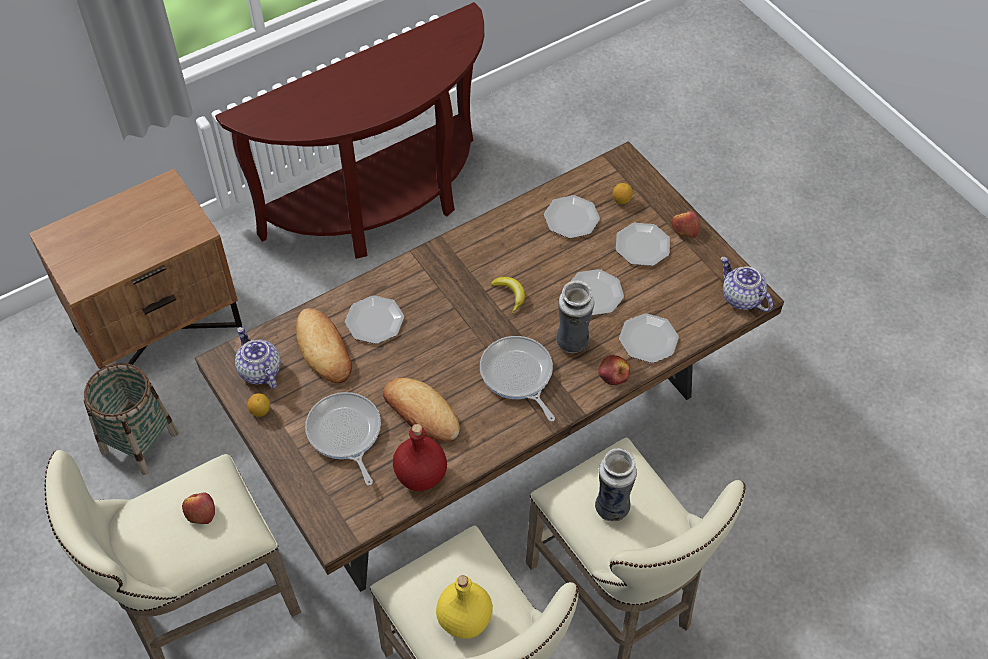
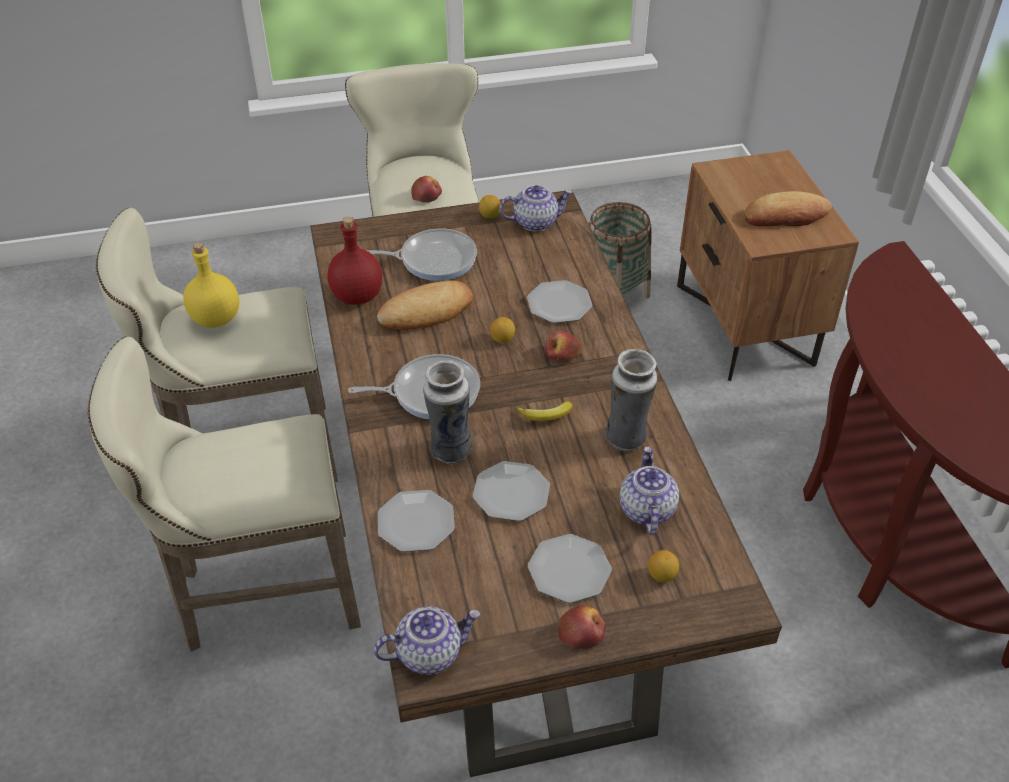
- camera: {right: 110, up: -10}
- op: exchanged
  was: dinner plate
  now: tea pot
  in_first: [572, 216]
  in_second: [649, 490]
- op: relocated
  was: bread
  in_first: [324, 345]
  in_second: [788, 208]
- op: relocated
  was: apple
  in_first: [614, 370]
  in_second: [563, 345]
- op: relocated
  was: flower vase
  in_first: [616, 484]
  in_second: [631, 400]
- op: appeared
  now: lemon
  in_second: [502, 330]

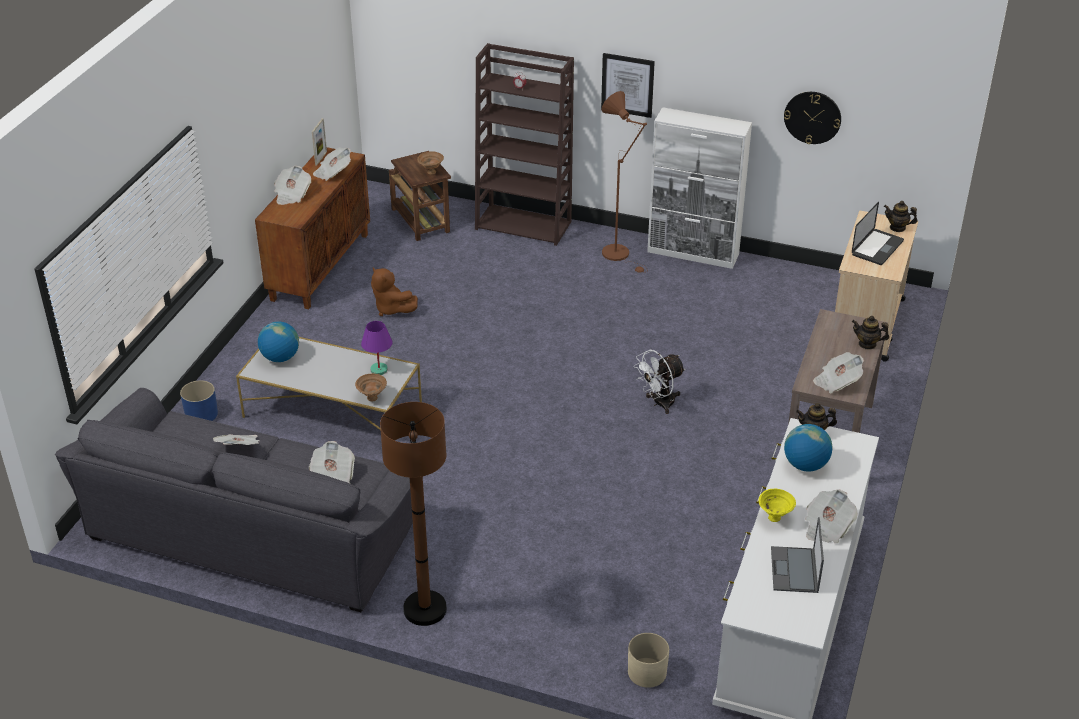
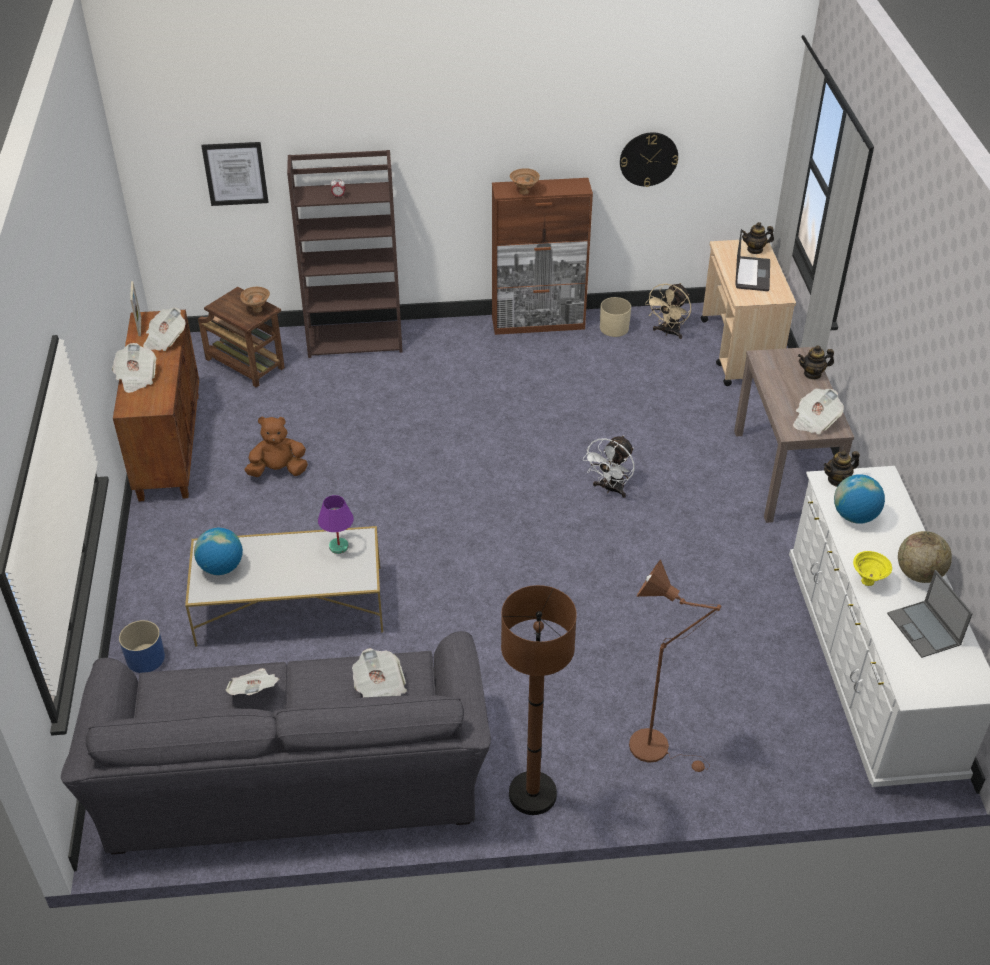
- camera: {right: -25, up: 5}
- op: relocated
  was: wall art
  in_first: [628, 85]
  in_second: [234, 174]
- op: relocated
  was: standing lamp in brown
  in_first: [624, 182]
  in_second: [675, 666]
- op: colour
  was: storage cabinet in whitish
  now: storage cabinet in brown
  in_first: [699, 188]
  in_second: [542, 256]
- op: spun
  was: plush toy in brown
  in_first: [394, 292]
  in_second: [276, 447]
  clockwise: 150
- op: relocated
  was: serving bowl in brown
  in_first: [371, 387]
  in_second: [525, 181]
- op: exchanged
  was: newspaper
  now: globe
  in_first: [831, 516]
  in_second: [925, 557]
- op: relocated
  was: planter in sand-coloured
  in_first: [648, 660]
  in_second: [615, 317]
- op: appeared
  now: electric fan in sand-coloured
  in_second: [668, 311]

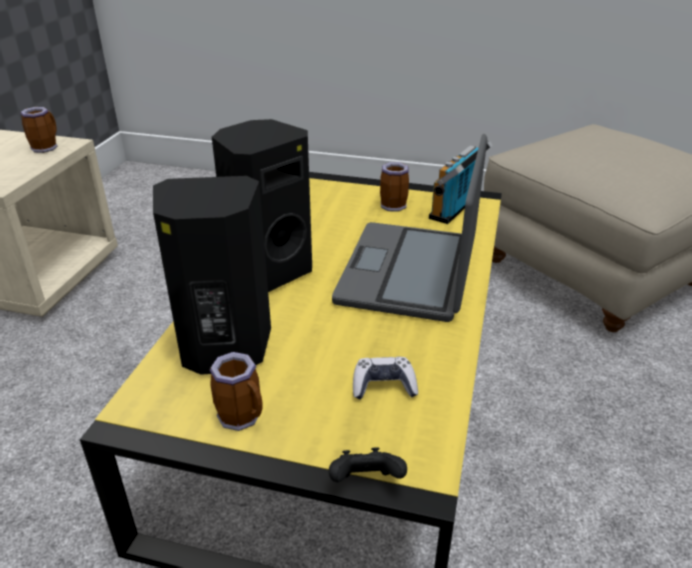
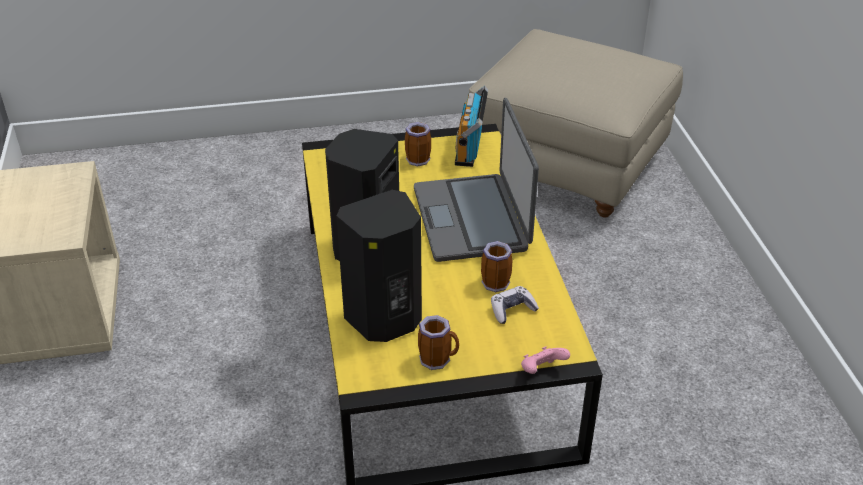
- camera: {right: -25, up: 5}
- op: relocated
  was: coffee mug
  in_first: [39, 130]
  in_second: [496, 266]
- op: colour
  was: gamepad in black
  now: gamepad in pink-coloured
  in_first: [368, 464]
  in_second: [545, 360]

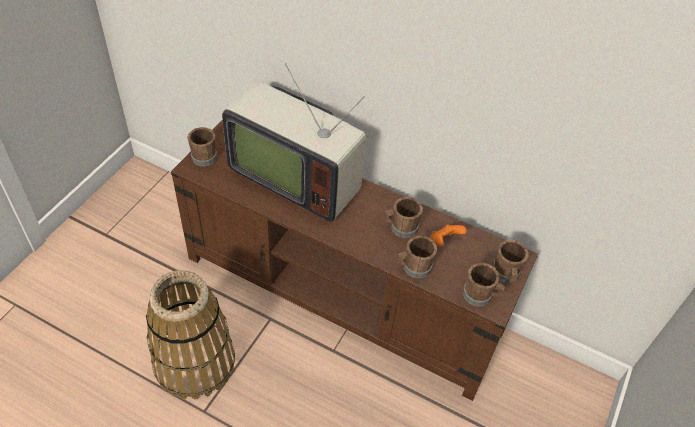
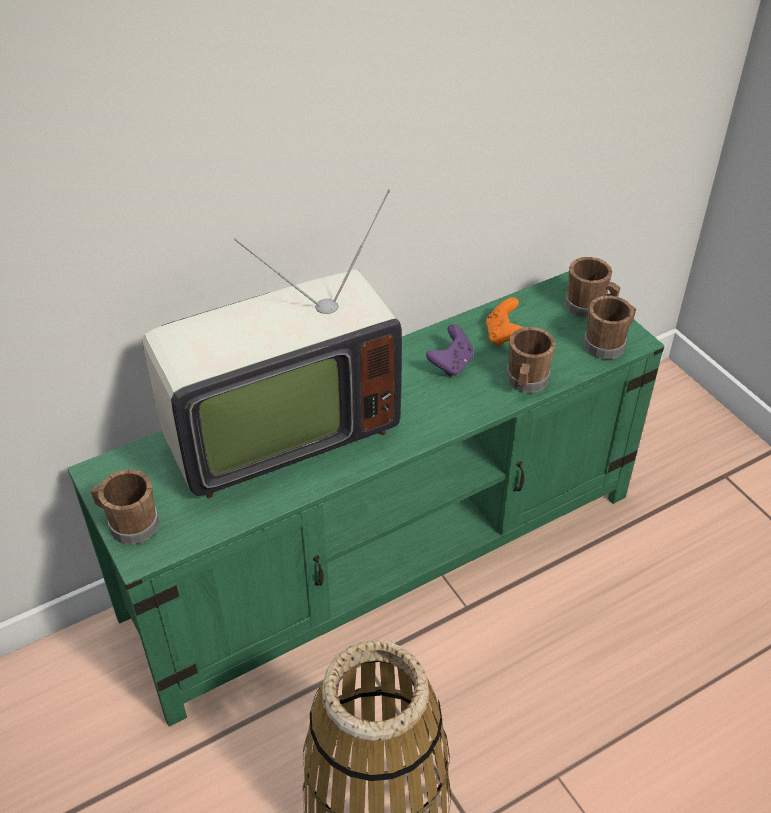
- camera: {right: -55, up: -5}
- op: colour
  was: tv unit in brown
  now: tv unit in greenish
  in_first: [354, 260]
  in_second: [365, 498]
- op: exchanged
  was: coffee mug in brown
  now: gamepad in purple
  in_first: [404, 217]
  in_second: [449, 350]

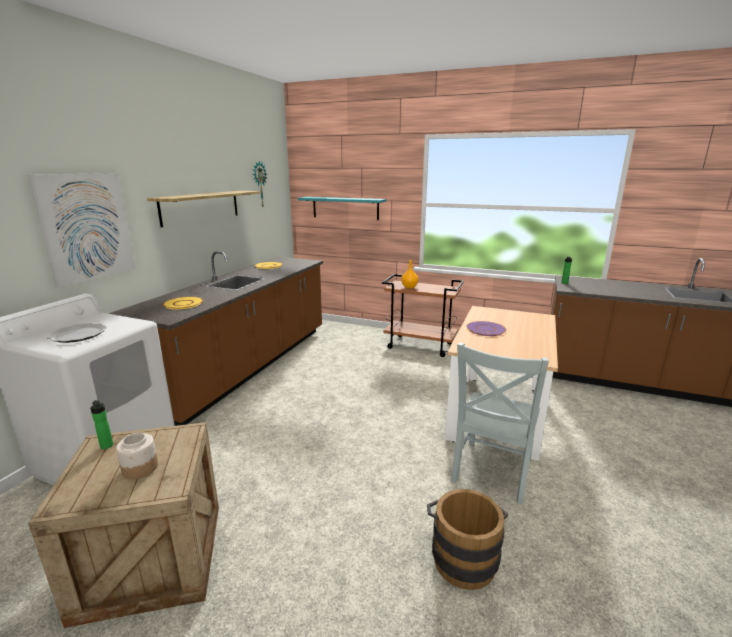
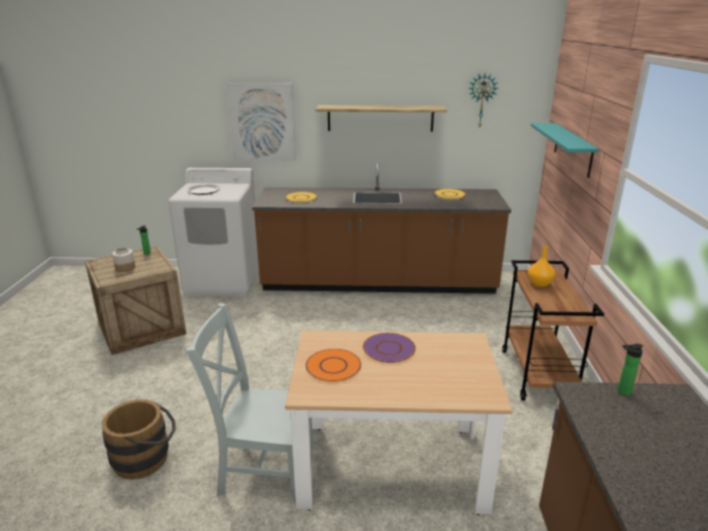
- camera: {right: 70, up: 5}
- op: appeared
  now: dinner plate in orange-coloured
  in_second: [333, 365]

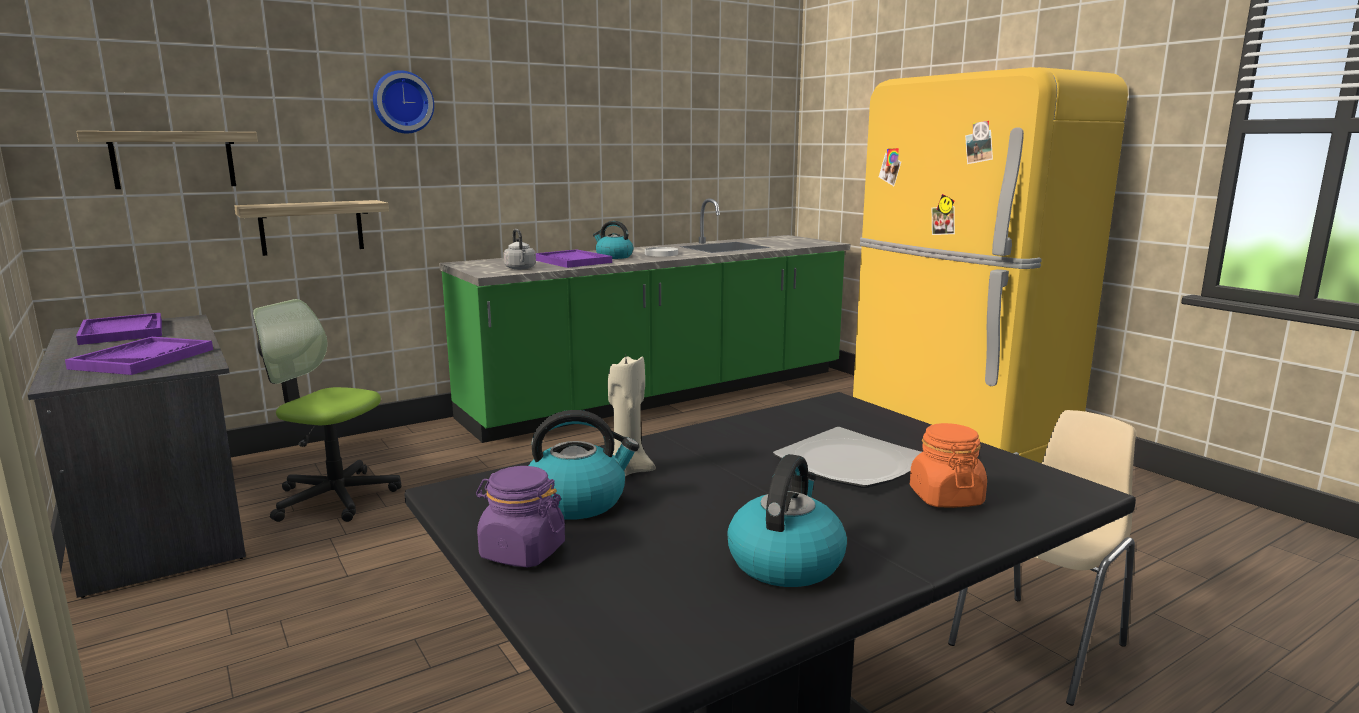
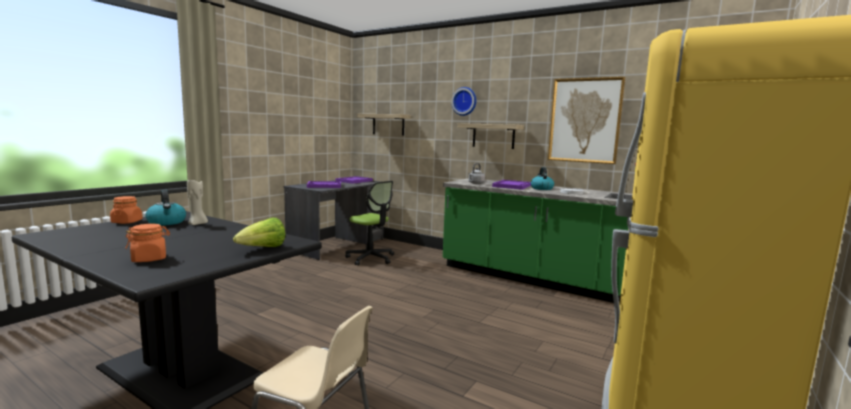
- camera: {right: 65, up: -5}
- op: relocated
  was: wall shelf
  in_first: [311, 228]
  in_second: [490, 136]
- op: spun
  was: office chair
  in_first: [327, 410]
  in_second: [369, 223]
  clockwise: 135
- op: missing
  was: dinner plate
  in_first: [847, 457]
- op: missing
  was: tea kettle
  in_first: [787, 520]
- op: colour
  was: jar in purple
  now: jar in orange-coloured
  in_first: [520, 516]
  in_second: [126, 210]
- op: appeared
  now: wall art
  in_second: [586, 120]
- op: appeared
  now: lettuce
  in_second: [259, 232]

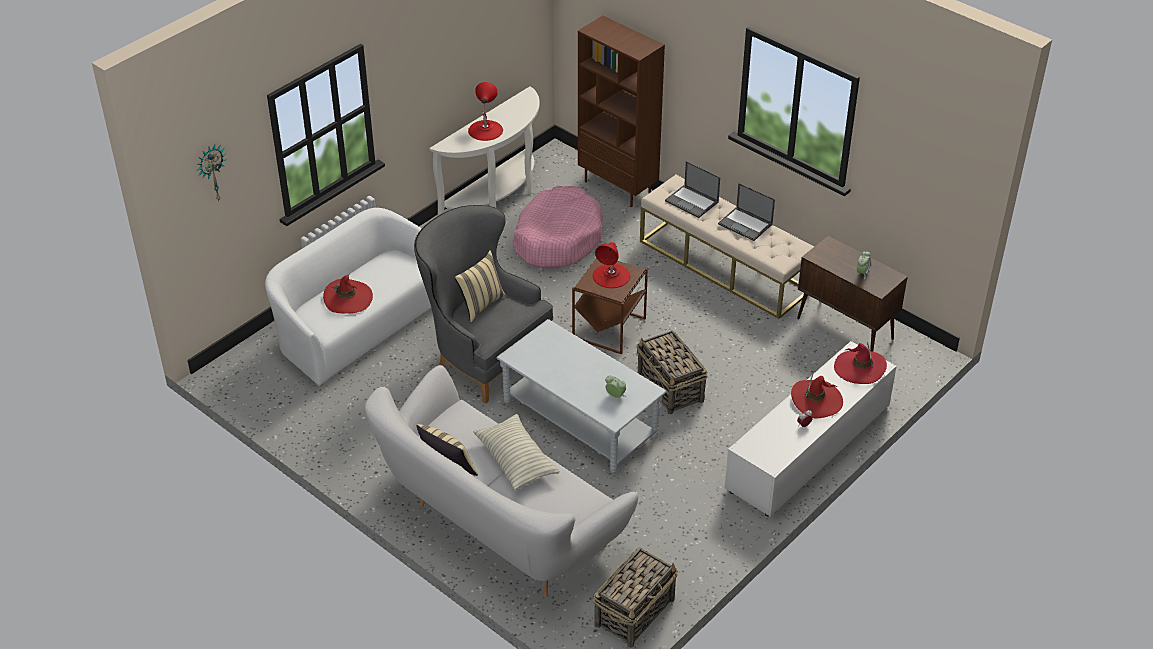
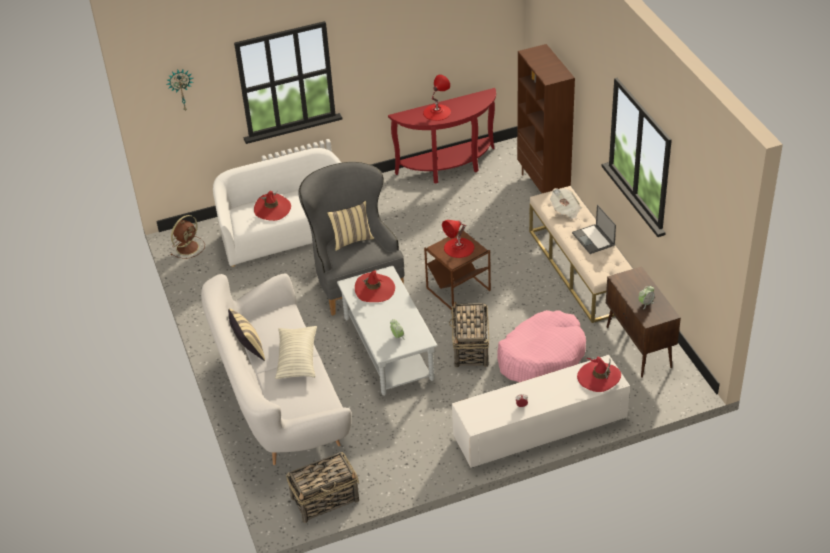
- camera: {right: 30, up: 0}
- op: colour
  was: console table in whitish
  now: console table in reddish
  in_first: [484, 151]
  in_second: [442, 135]
- op: exchanged
  was: portable computer
  now: newspaper
  in_first: [692, 189]
  in_second: [566, 204]
- op: relocated
  was: dog cushion in pink-coloured
  in_first: [557, 226]
  in_second: [541, 346]
- op: relocated
  was: hat in reddish
  in_first: [817, 396]
  in_second: [375, 285]
- op: appeared
  now: electric fan in brown
  in_second: [188, 237]

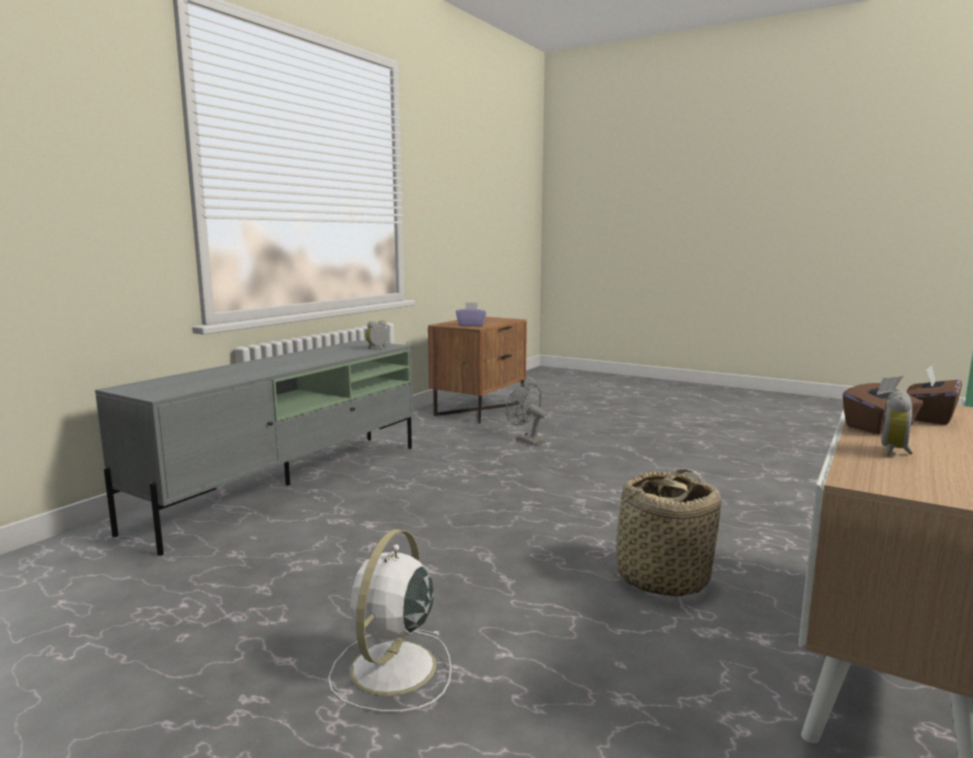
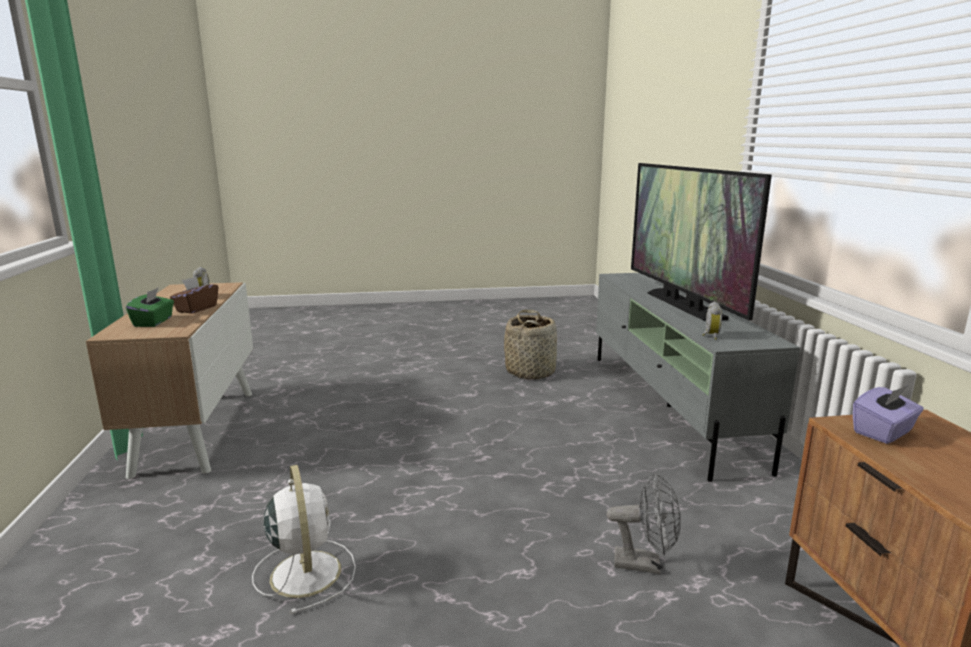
- camera: {right: 140, up: 5}
- op: colour
  was: tissue box in brown
  now: tissue box in greenish
  in_first: [934, 395]
  in_second: [150, 307]
- op: relocated
  was: household basket
  in_first: [660, 533]
  in_second: [530, 345]
- op: relocated
  was: electric fan in whitish
  in_first: [390, 620]
  in_second: [304, 540]
- op: appeared
  now: TV
  in_second: [701, 242]

